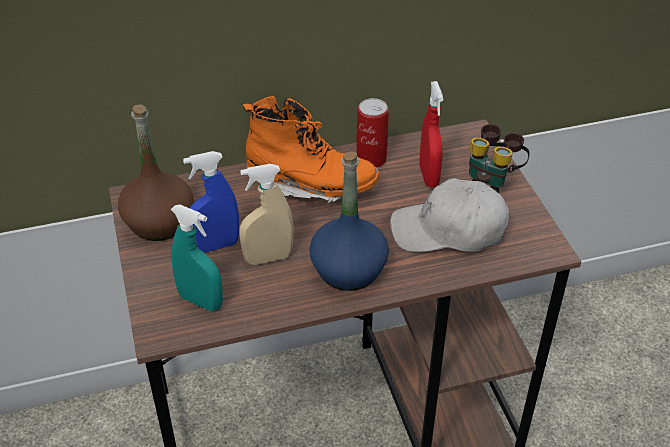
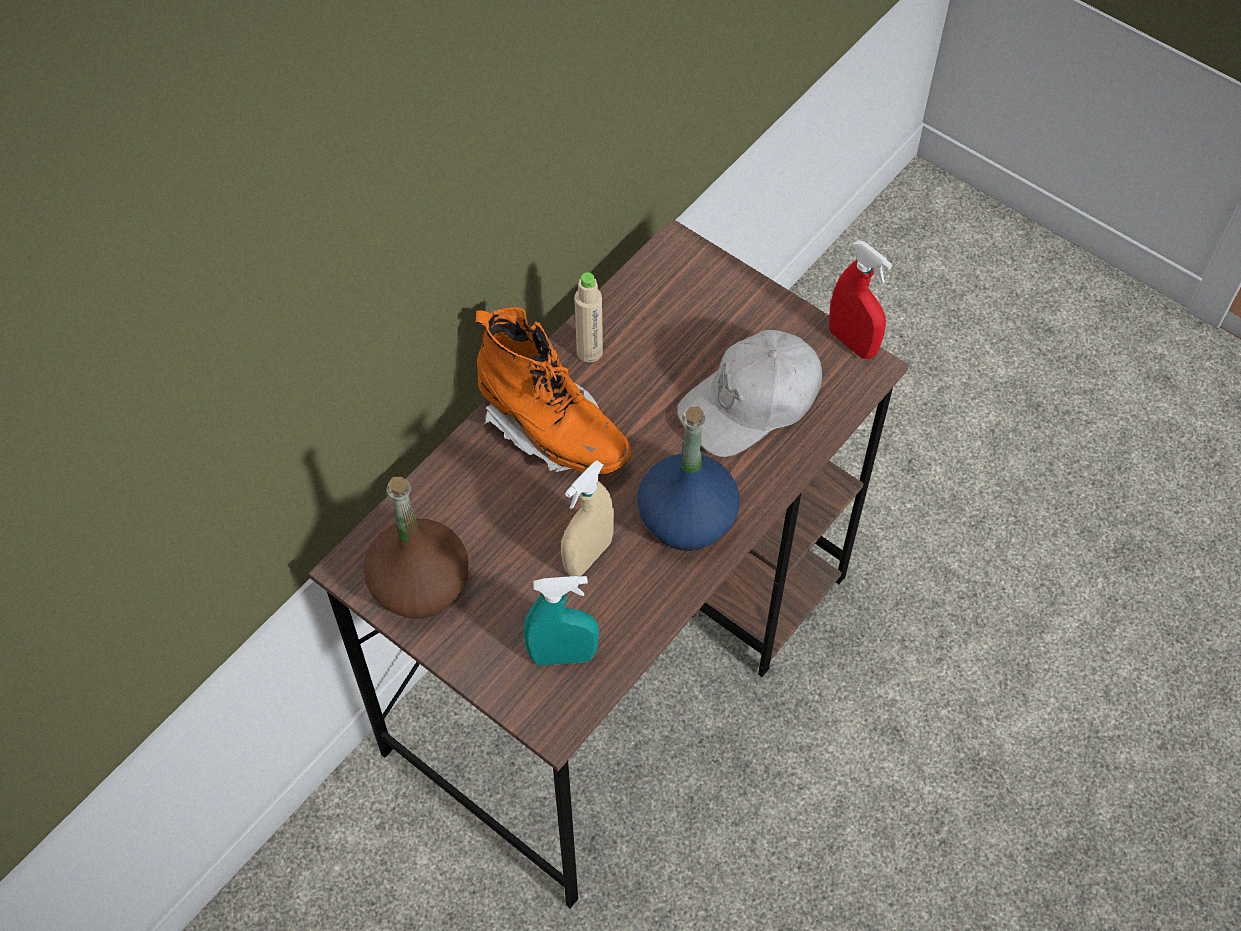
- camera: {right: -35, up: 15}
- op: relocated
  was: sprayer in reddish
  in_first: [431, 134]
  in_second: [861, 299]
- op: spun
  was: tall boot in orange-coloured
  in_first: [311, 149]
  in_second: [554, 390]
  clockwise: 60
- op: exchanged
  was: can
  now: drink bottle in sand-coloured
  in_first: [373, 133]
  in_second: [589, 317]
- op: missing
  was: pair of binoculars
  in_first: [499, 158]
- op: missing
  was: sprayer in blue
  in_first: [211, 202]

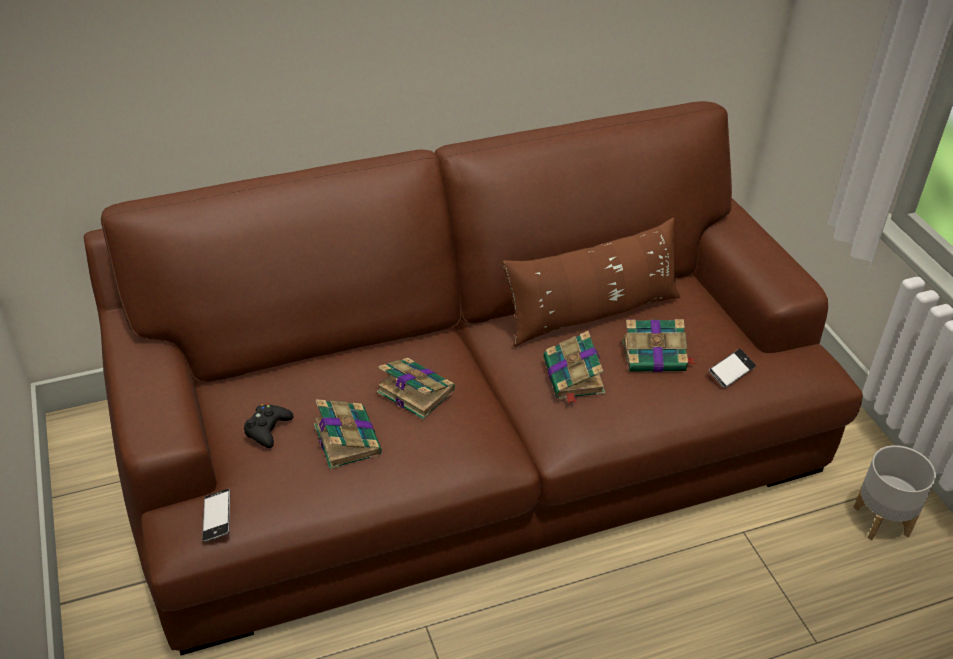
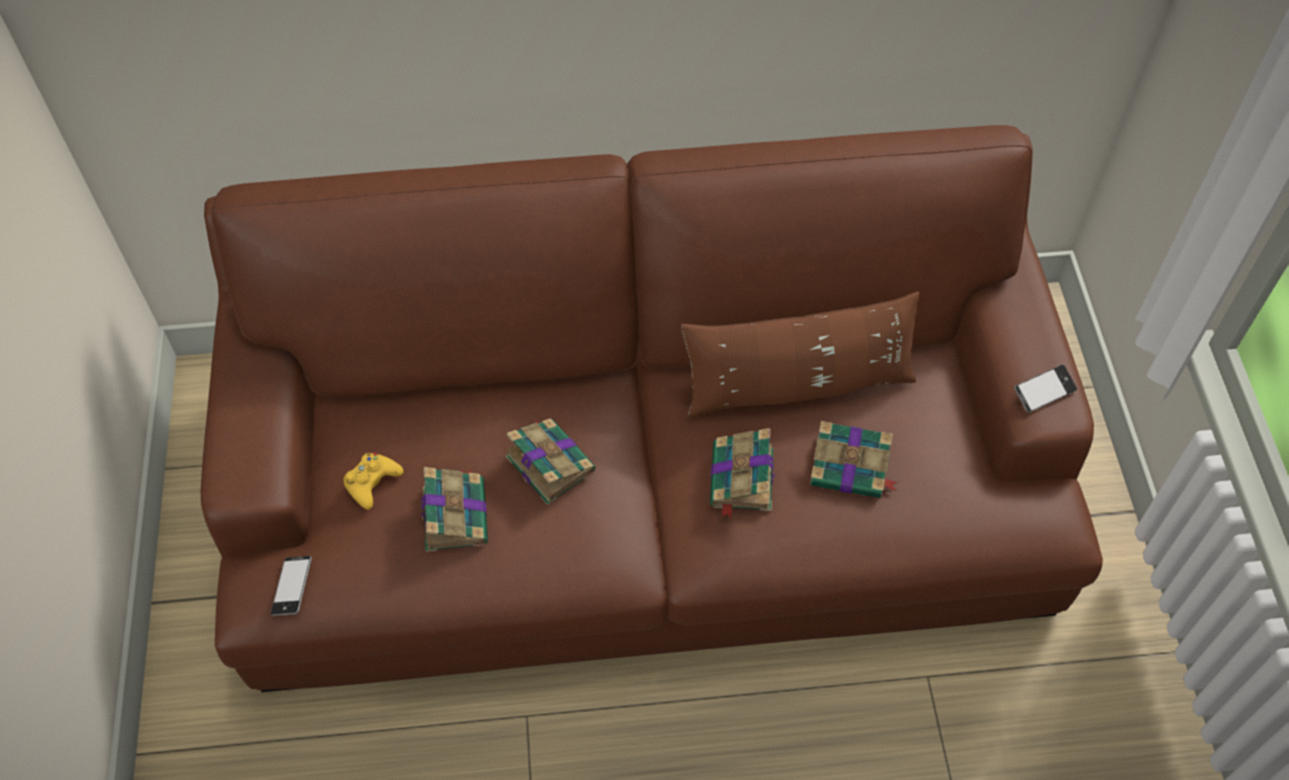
- camera: {right: 15, up: 15}
- op: relocated
  was: telephone
  in_first: [732, 368]
  in_second: [1045, 388]
- op: colour
  was: gamepad in black
  now: gamepad in yellowish
  in_first: [269, 425]
  in_second: [373, 481]
- op: missing
  was: planter in gray
  in_first: [894, 492]

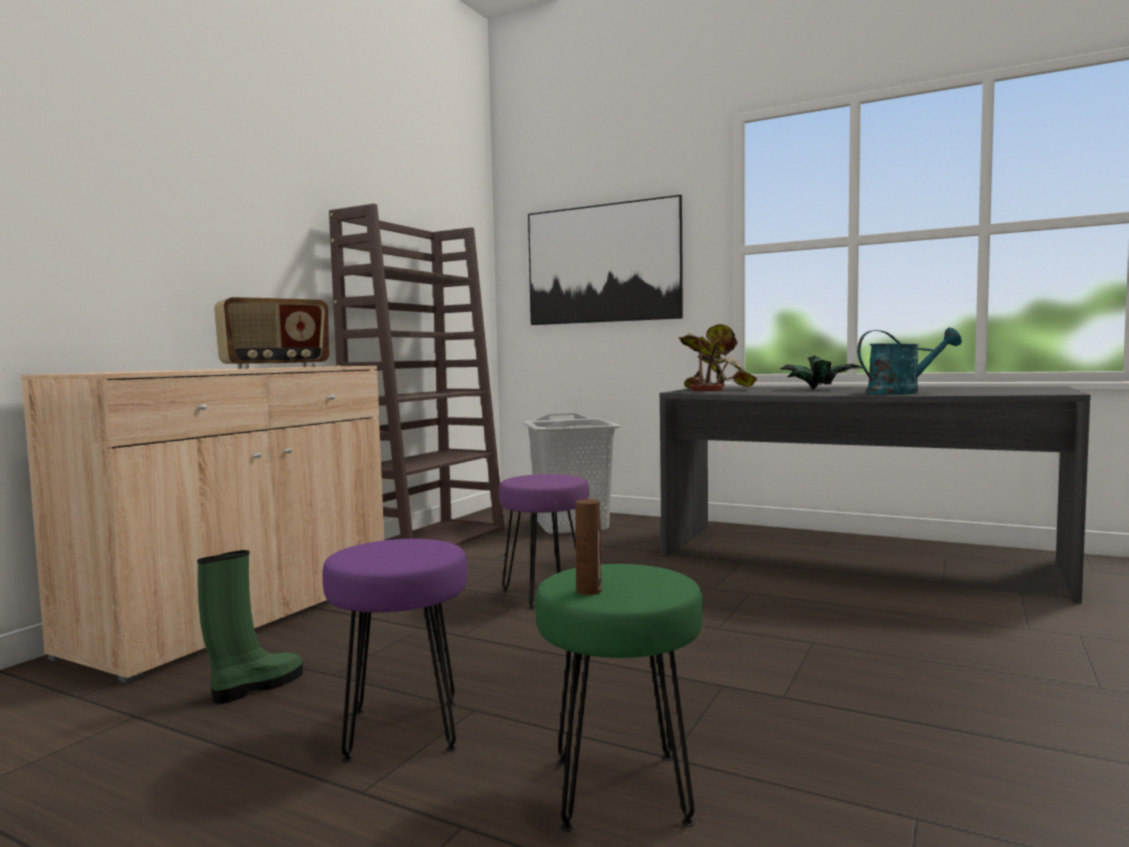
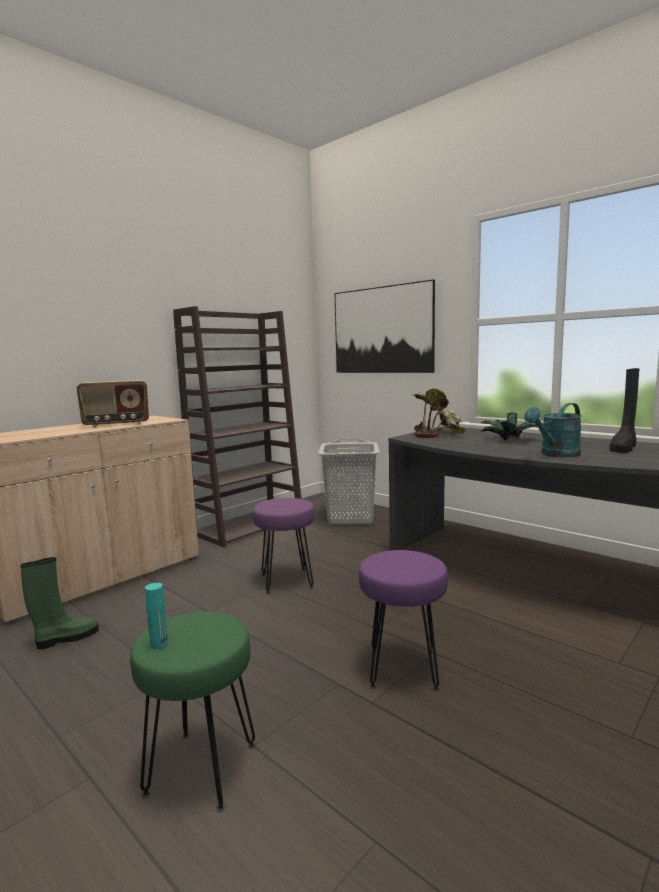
- camera: {right: 15, up: 5}
- op: spun
  was: sprinkling can in turquoise
  in_first: [909, 361]
  in_second: [552, 430]
  clockwise: 135
- op: colour
  was: drink bottle in brown
  now: drink bottle in turquoise
  in_first: [588, 547]
  in_second: [156, 616]
- op: relocated
  was: sitting stool in purple
  in_first: [394, 651]
  in_second: [403, 620]
- op: appeared
  now: tall boot in black
  in_second: [624, 410]

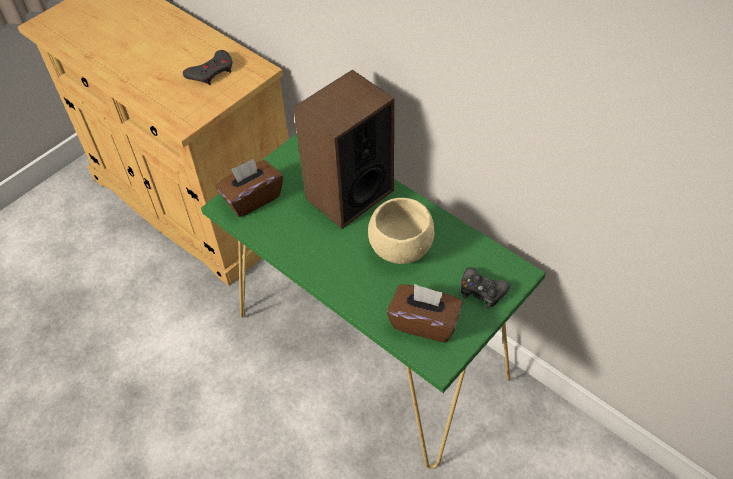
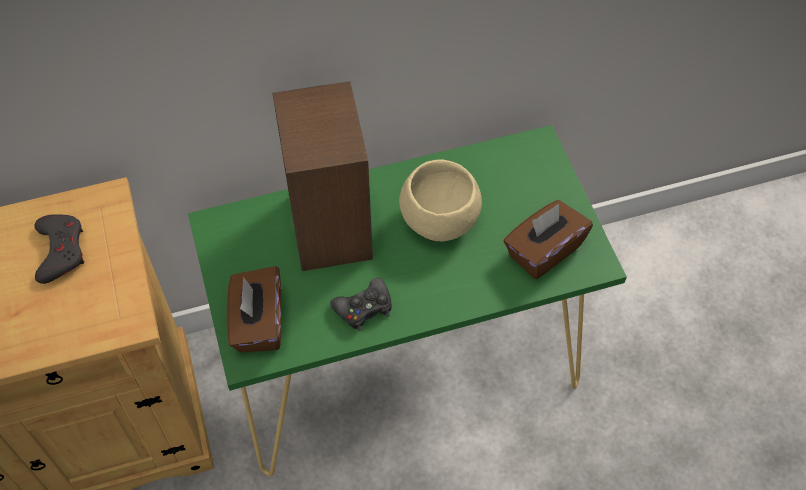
- camera: {right: -60, up: 5}
- op: relocated
  was: gamepad in black
  in_first: [485, 288]
  in_second: [361, 304]

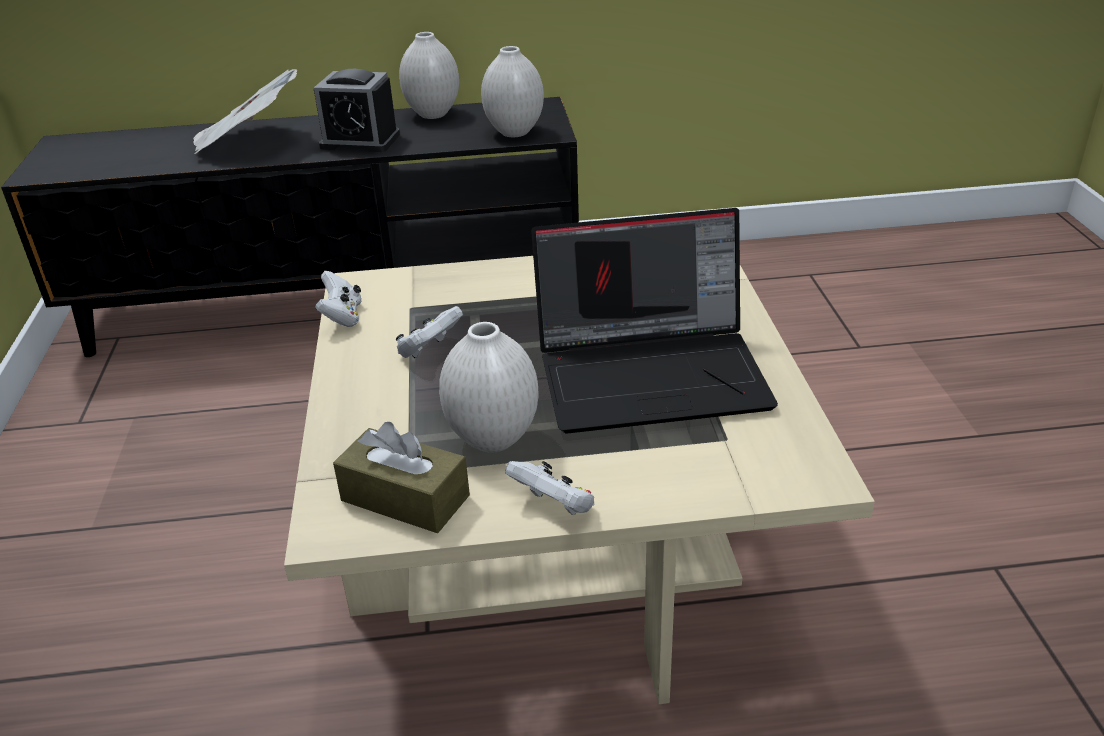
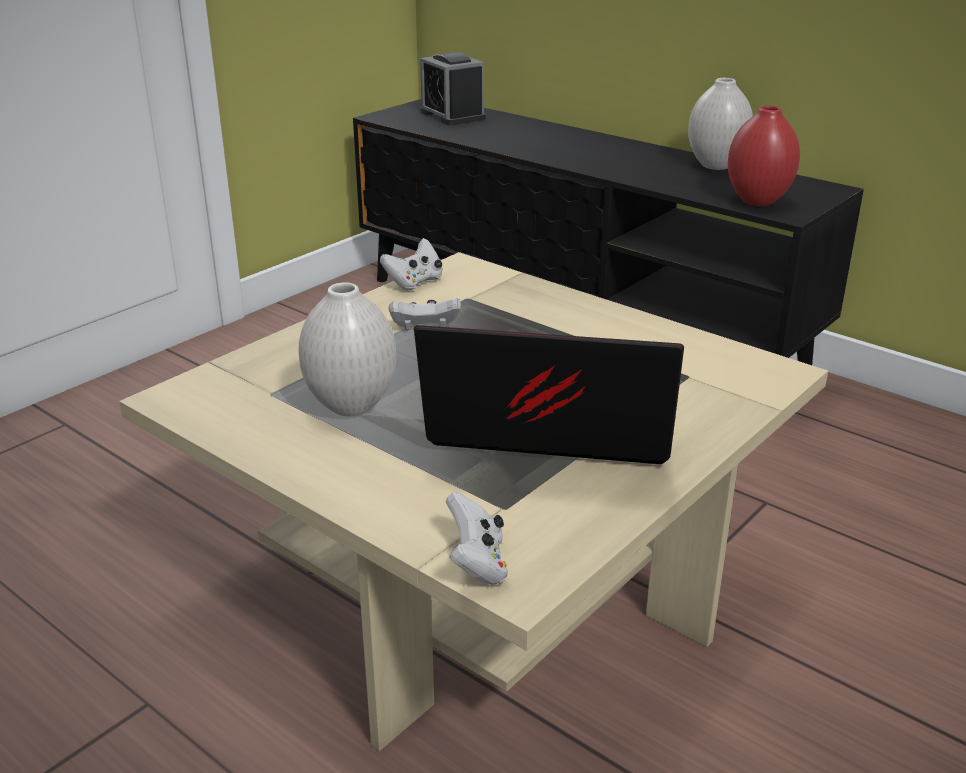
- camera: {right: 45, up: -5}
- op: colour
  was: flower vase in whitish
  now: flower vase in reddish
  in_first: [512, 91]
  in_second: [764, 156]
- op: missing
  was: newspaper
  in_first: [245, 111]
- op: relocated
  was: alarm clock
  in_first: [357, 110]
  in_second: [452, 88]
- op: spun
  was: portable computer
  in_first: [654, 320]
  in_second: [549, 394]
  clockwise: 150
- op: missing
  was: tissue box in brown
  in_first: [401, 477]
- op: relocated
  was: gamepad in whitish
  in_first: [549, 488]
  in_second: [477, 538]

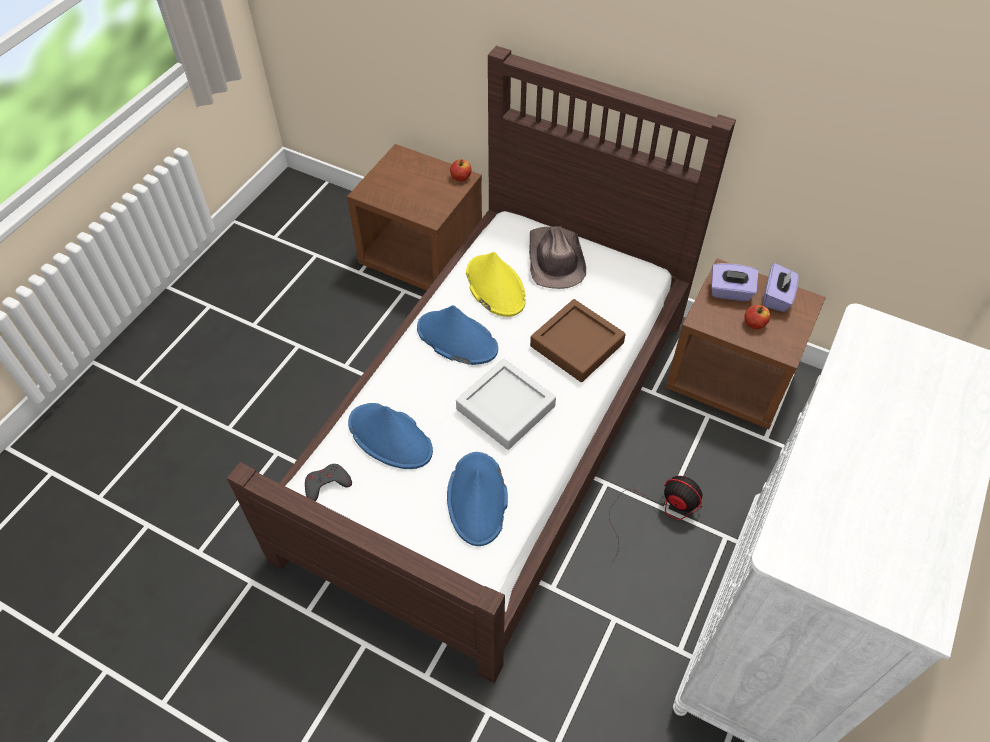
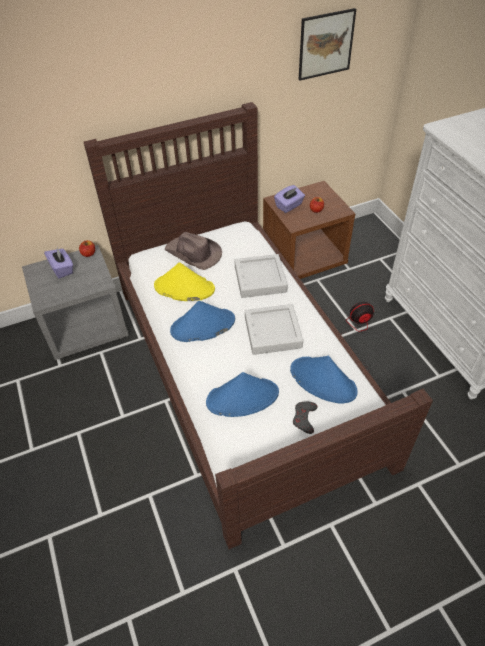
- camera: {right: -50, up: -5}
- op: colour
  was: bedside table in brown
  now: bedside table in gray
  in_first: [414, 217]
  in_second: [75, 302]
- op: relocated
  was: tissue box in purple
  in_first: [781, 287]
  in_second: [58, 262]
- op: colour
  was: tray in brown
  now: tray in gray
  in_first: [578, 340]
  in_second: [261, 276]
- op: relocated
  was: gamepad in gray
  in_first: [328, 482]
  in_second: [305, 418]
- op: appeared
  now: wall art
  in_second: [327, 44]

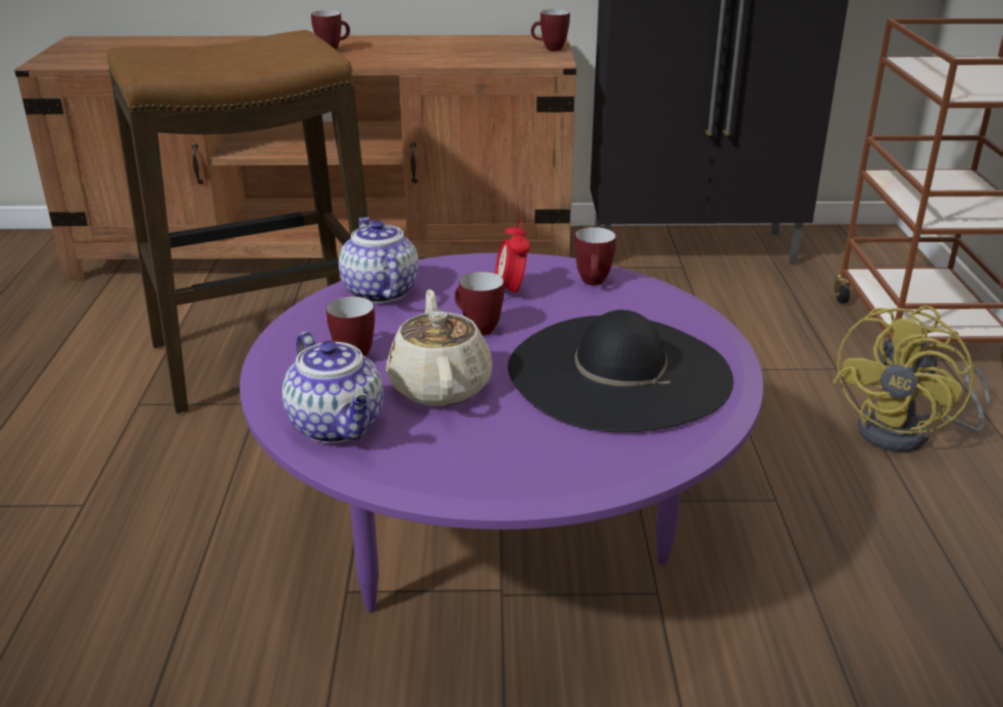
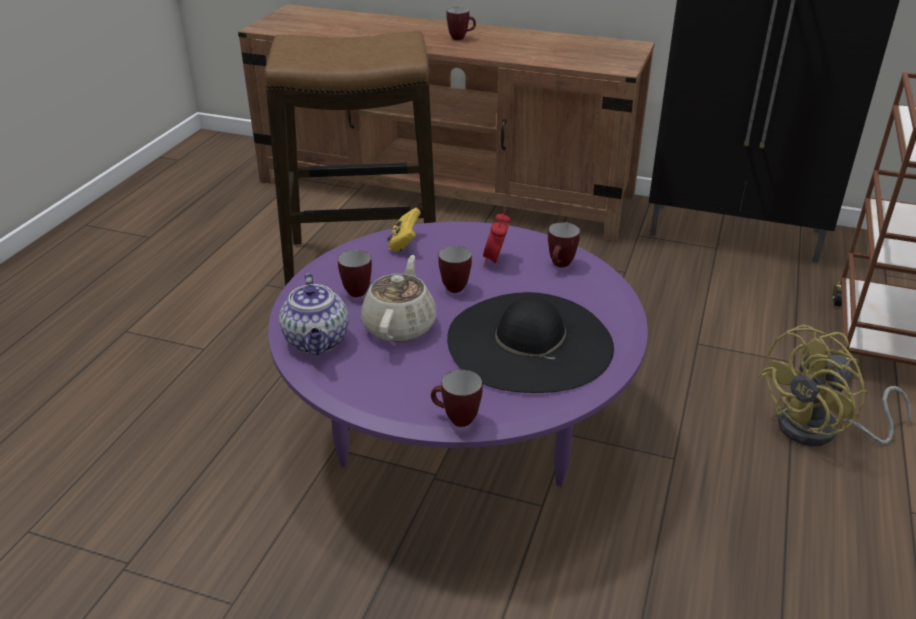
- camera: {right: 20, up: 5}
- op: relocated
  was: coffee mug
  in_first: [550, 30]
  in_second: [456, 398]
- op: exchanged
  was: tea pot
  now: gamepad in yellowish
  in_first: [379, 260]
  in_second: [404, 230]

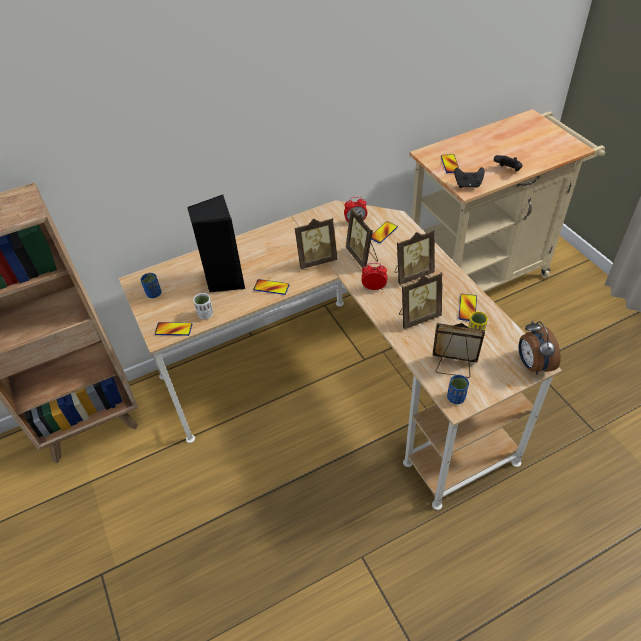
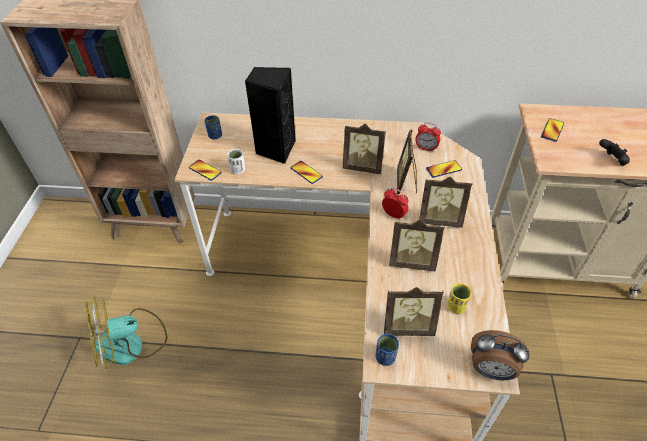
- camera: {right: 30, up: 0}
- op: missing
  was: gamepad in black
  in_first: [469, 177]
- op: missing
  was: telephone
  in_first: [468, 307]
- op: spun
  was: alarm clock
  in_first: [540, 347]
  in_second: [500, 355]
  clockwise: -90
- op: spun
  was: picture frame
  in_first: [459, 350]
  in_second: [414, 311]
  clockwise: 135
- op: appeared
  now: electric fan
  in_second: [126, 332]

